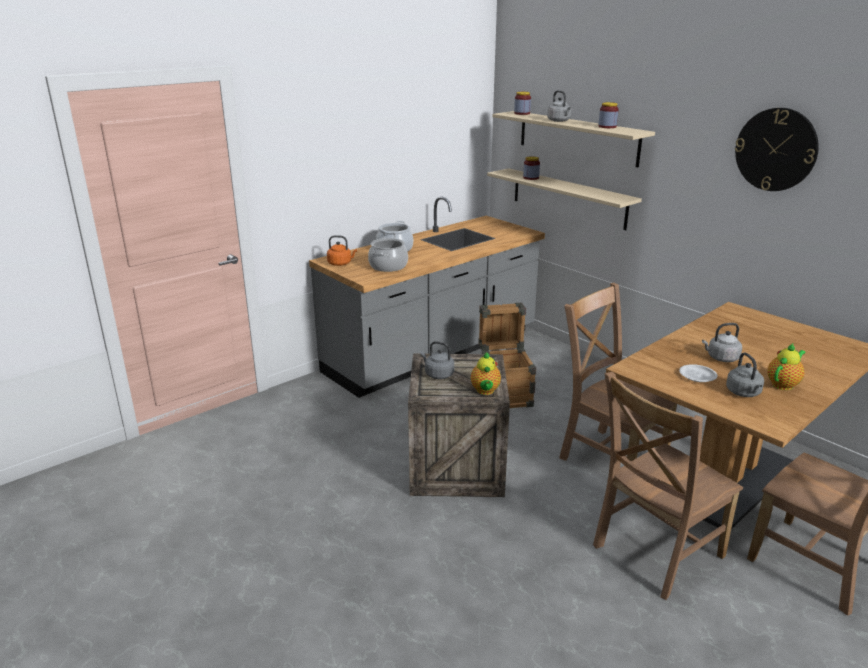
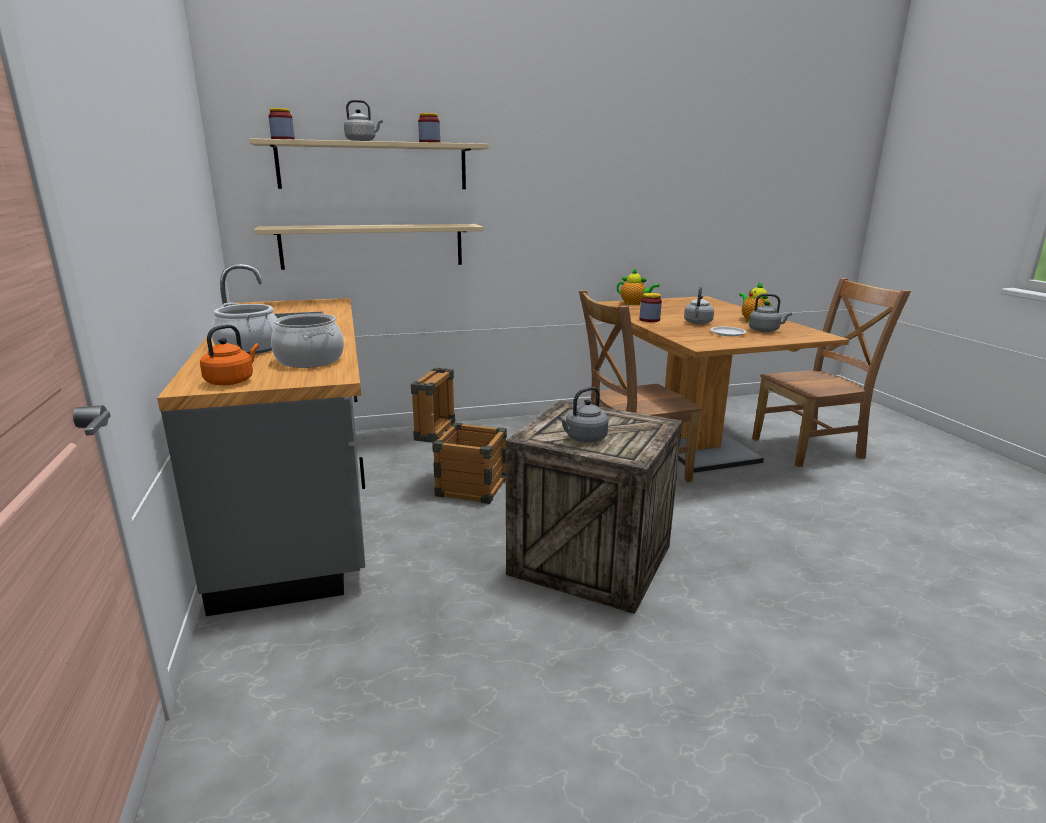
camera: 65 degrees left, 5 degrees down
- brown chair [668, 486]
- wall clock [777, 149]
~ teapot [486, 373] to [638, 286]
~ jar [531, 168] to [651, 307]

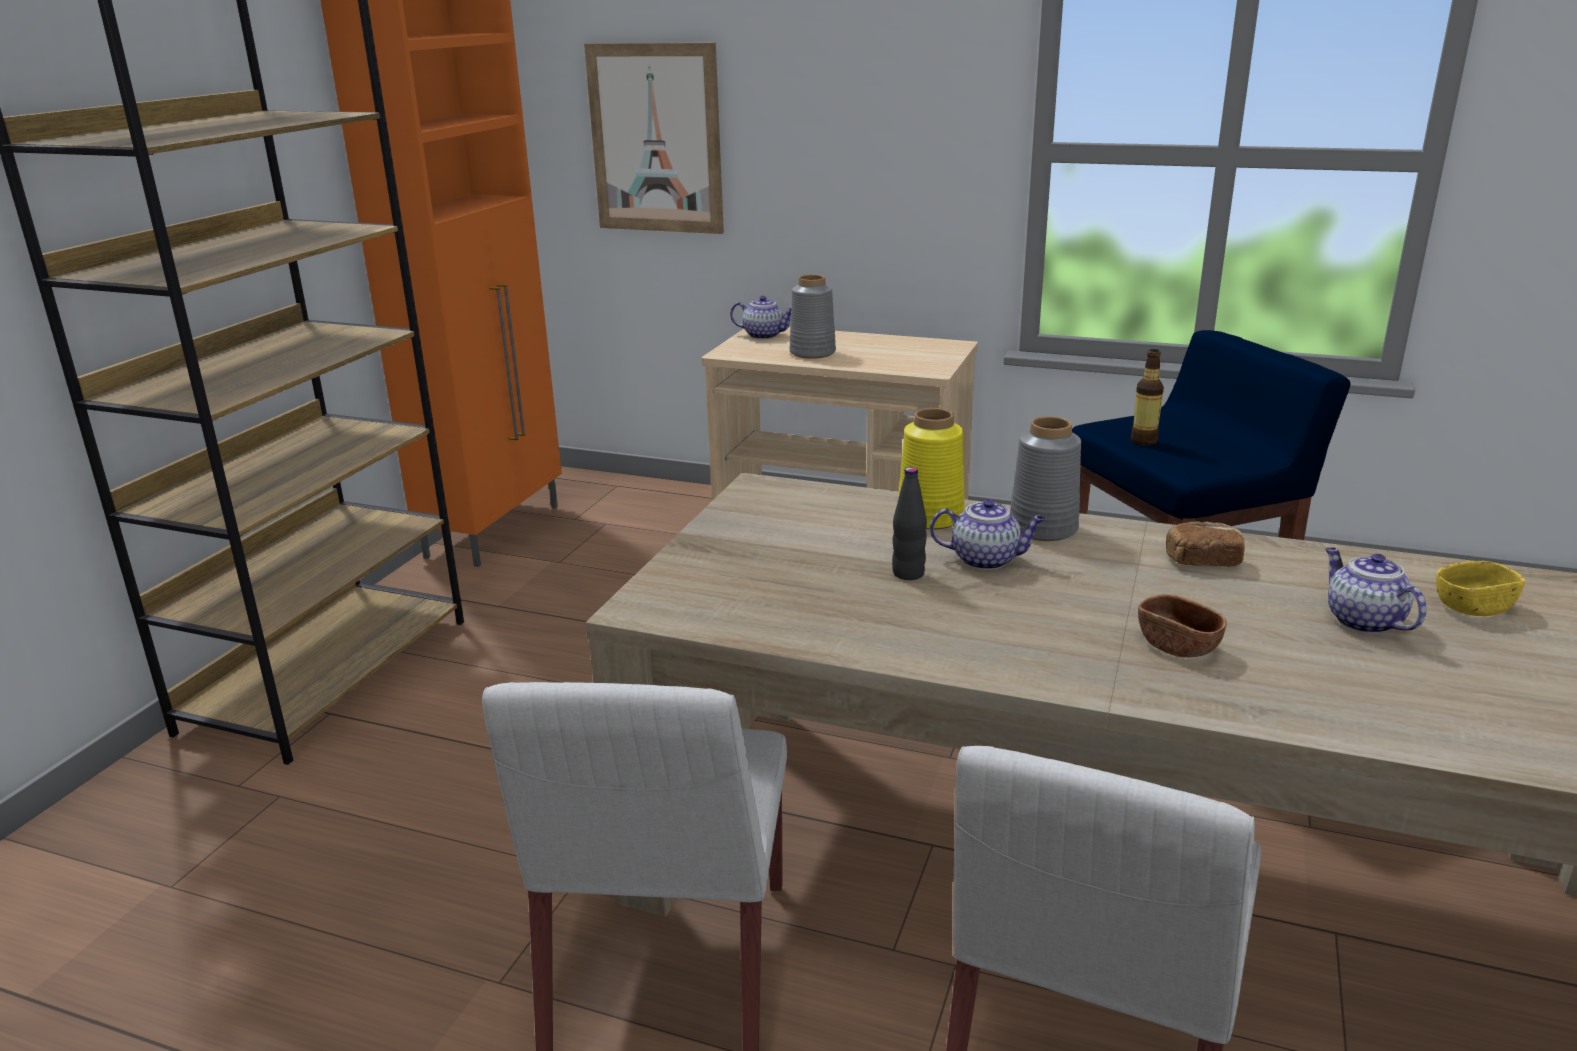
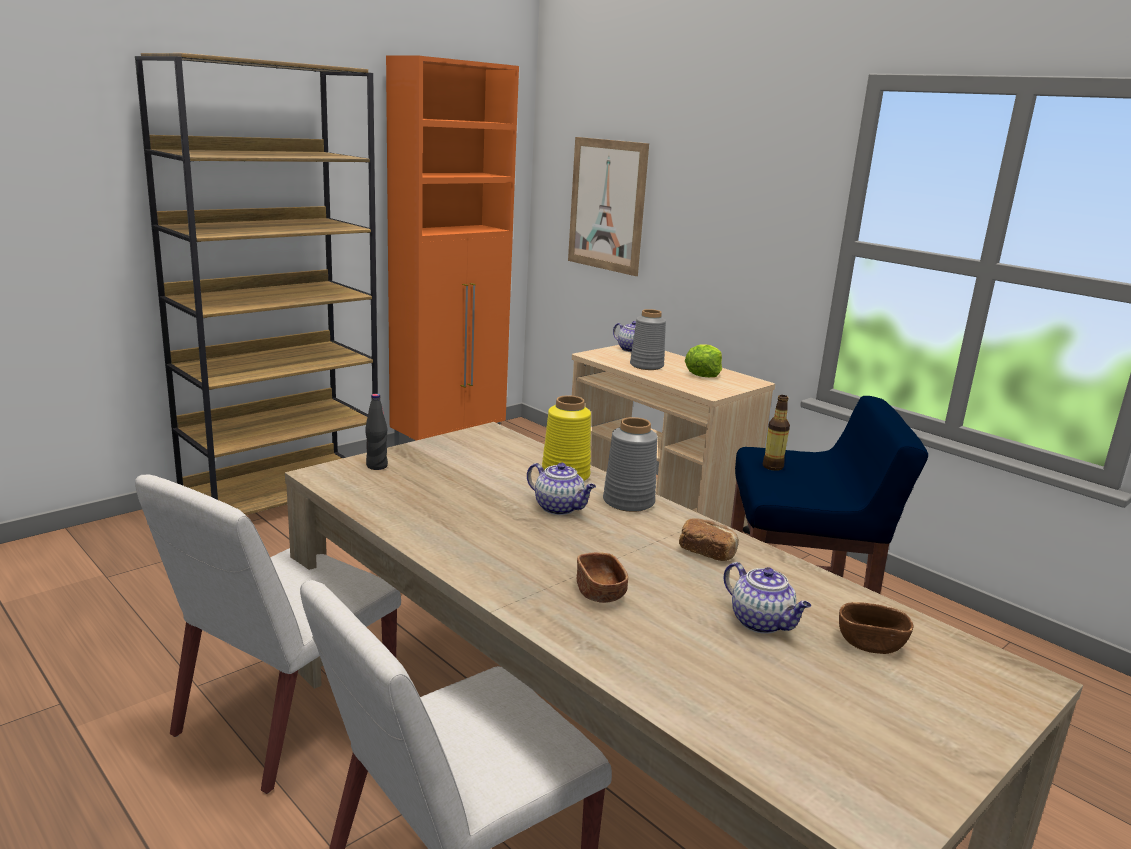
camera: 25 degrees right, 5 degrees down
+ lettuce [703, 360]
~ black bottle [909, 523] to [376, 432]
~ yellow bowl [1480, 588] to brown bowl [876, 628]
~ teapot [1376, 590] = [767, 598] 135 degrees clockwise

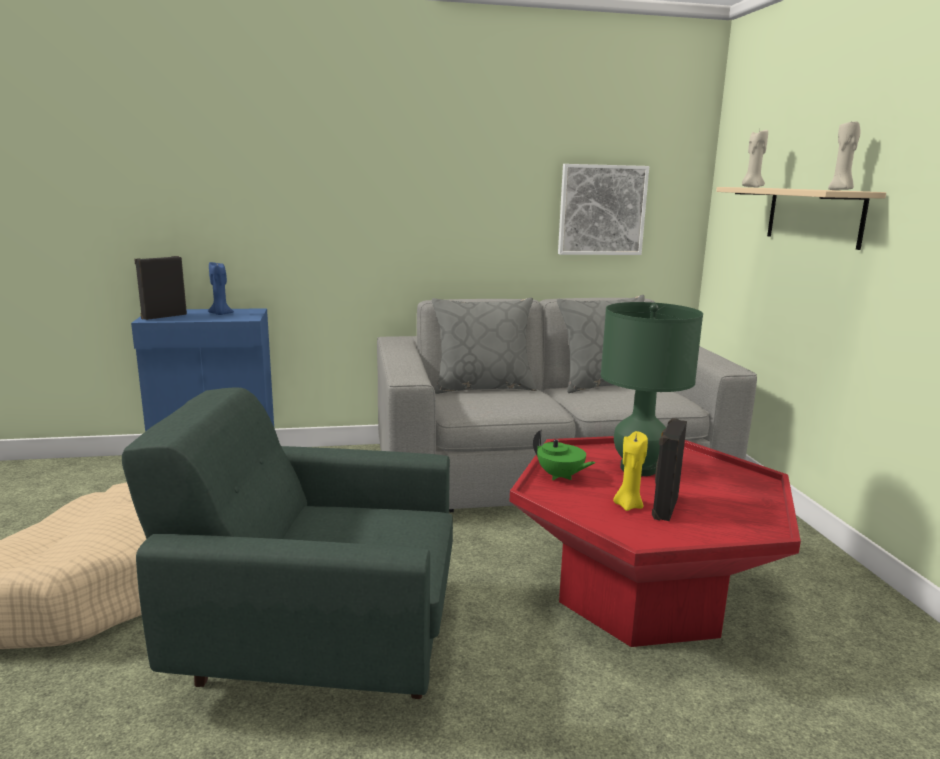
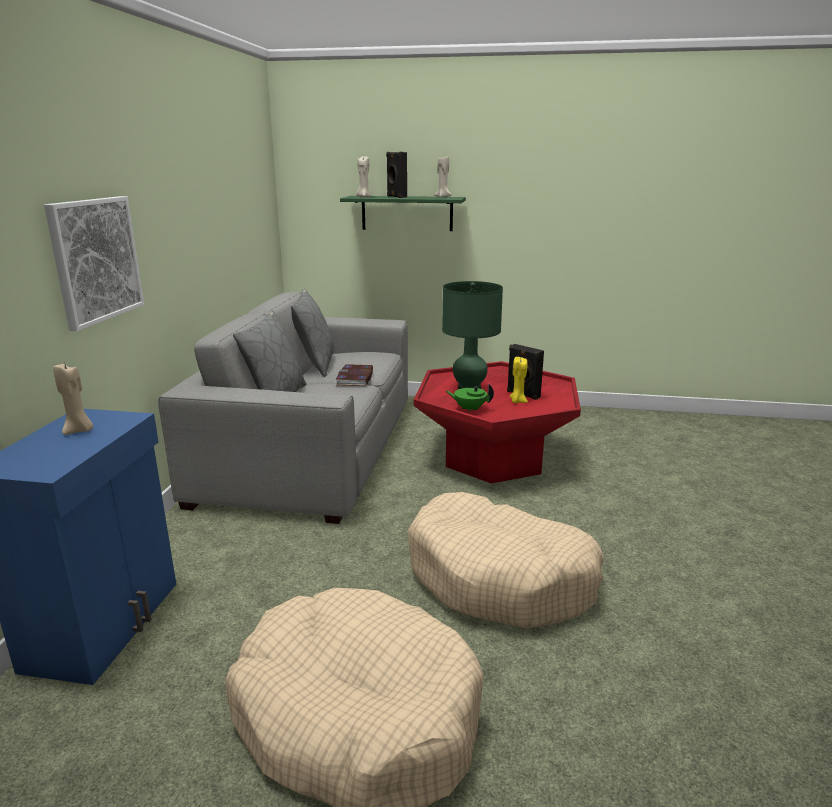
camera: 70 degrees left, 5 degrees up
+ book [354, 375]
~ black speaker [160, 288] to [396, 175]
~ picture [603, 209] to [94, 263]
~ green armchair [287, 543] to beige dog bed [506, 560]
~ blue candle [221, 288] to beige candle [73, 399]
~ beige shelf [801, 218] to green shelf [403, 213]
~ green teapot [564, 455] = [470, 398] 135 degrees counterclockwise

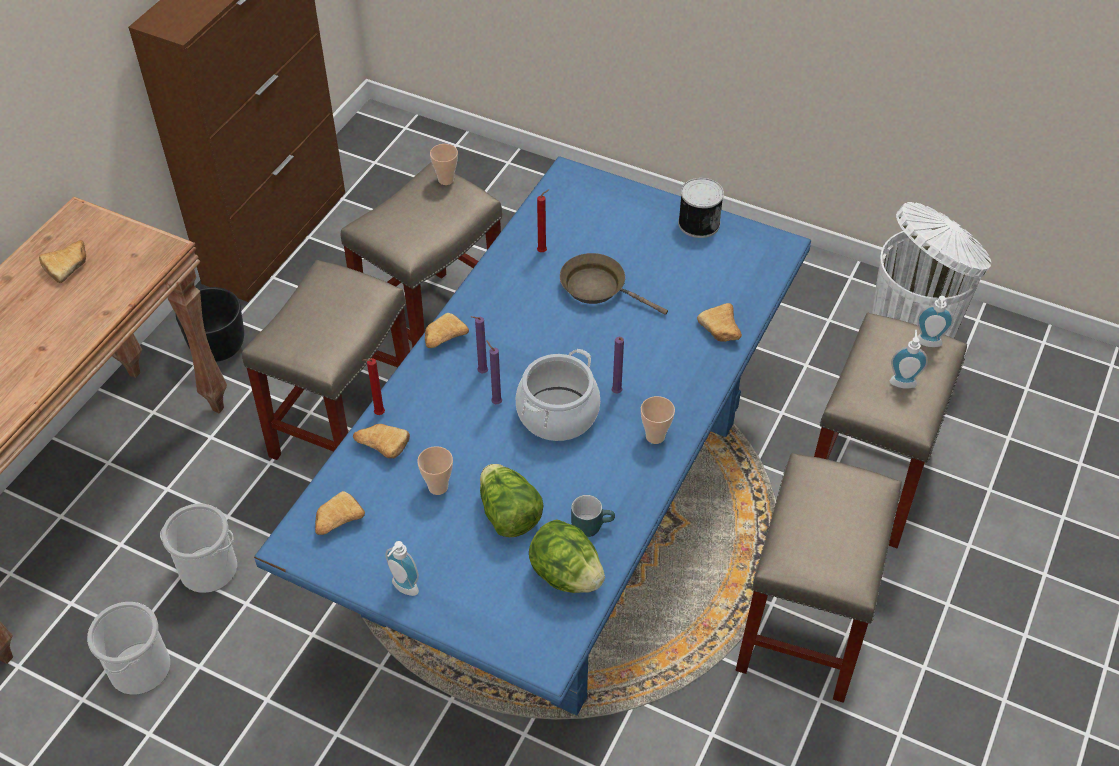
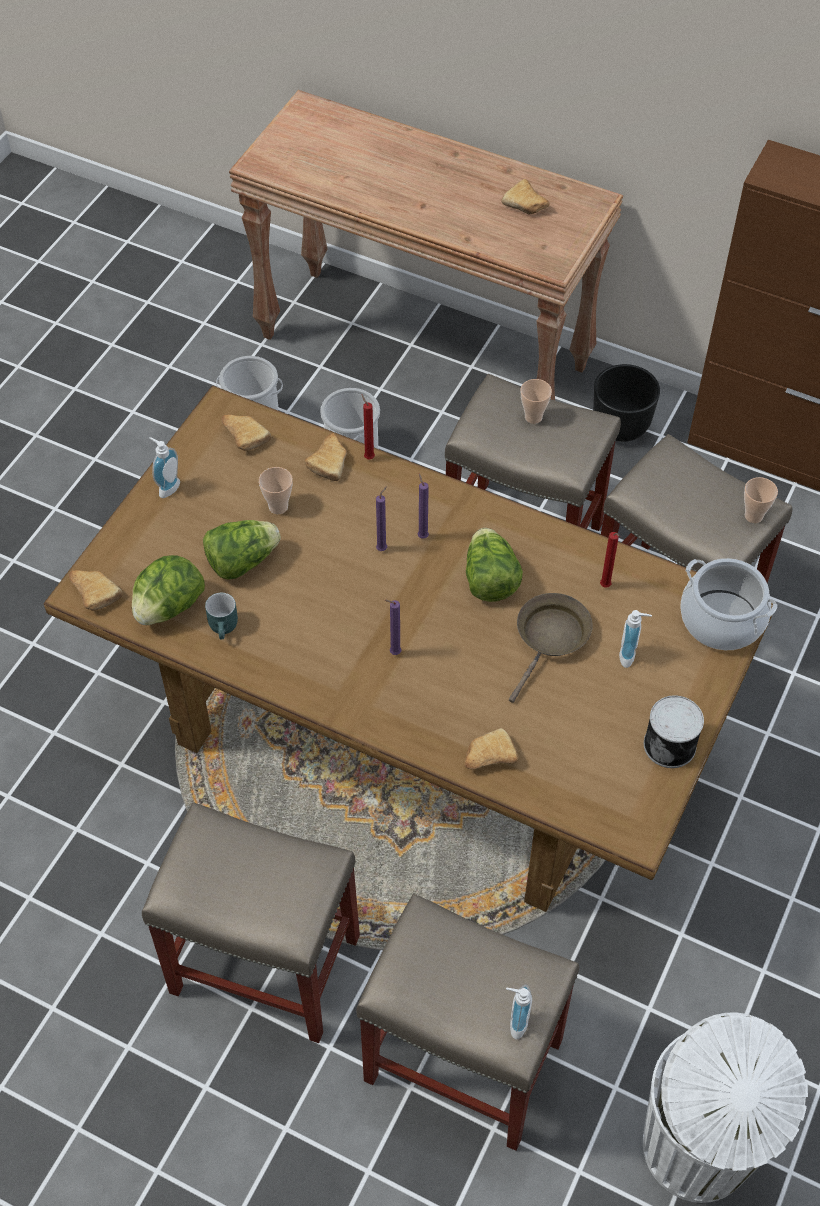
camera: 90 degrees right, 5 degrees up
+ lettuce [494, 565]
~ bread [447, 330] to [96, 590]
~ cooking pot [558, 395] to [728, 604]
~ cup [658, 420] to [536, 401]
~ soap dispenser [908, 359] to [635, 639]
~ blue dining table [532, 435] to brown dining table [408, 649]

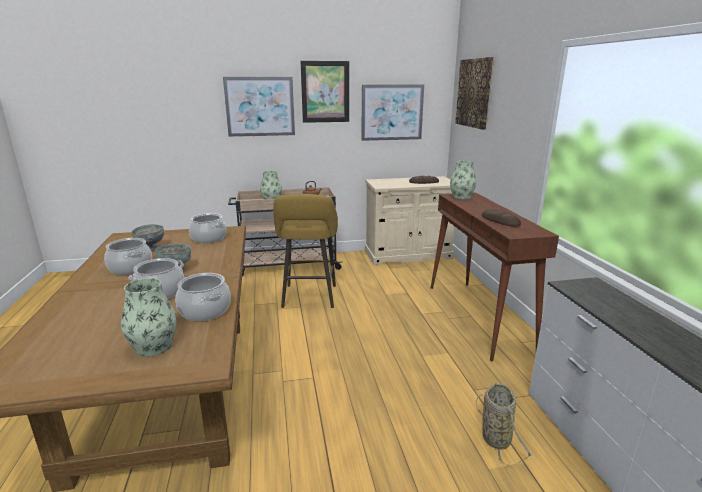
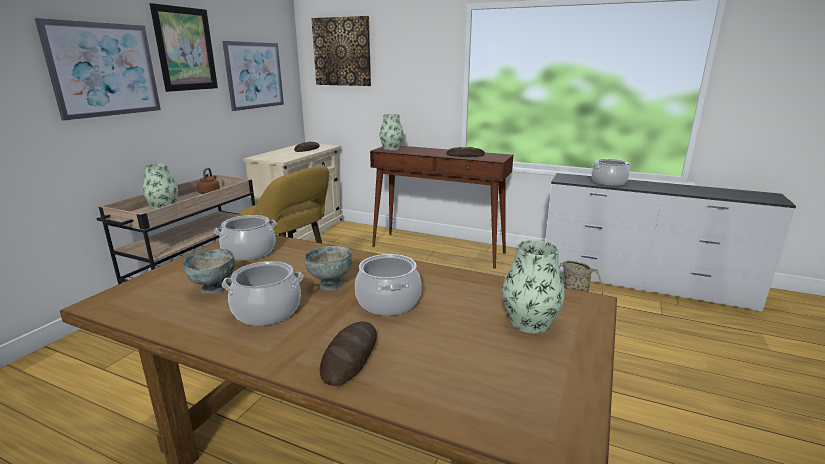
camera: 55 degrees left, 0 degrees up
+ bread [348, 353]
~ cooking pot [203, 297] to [611, 172]

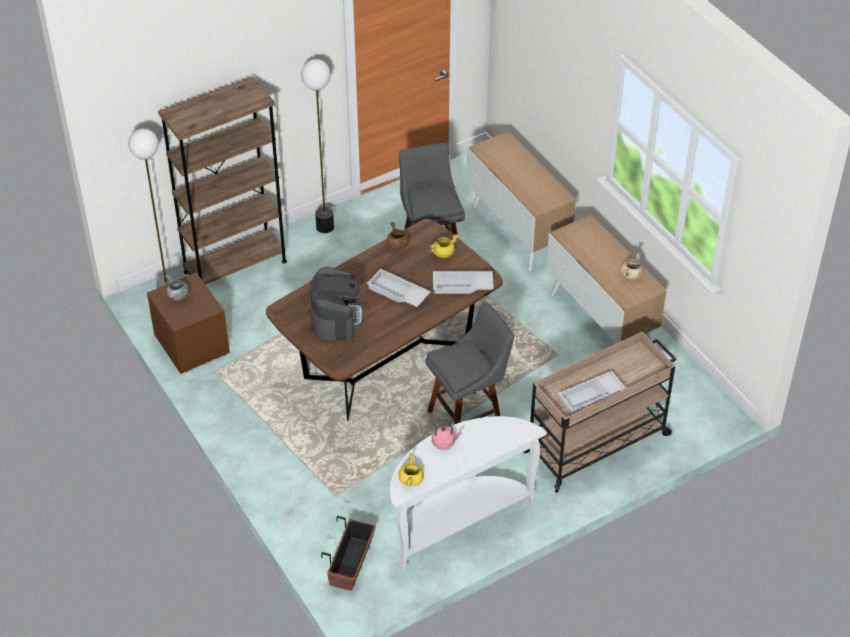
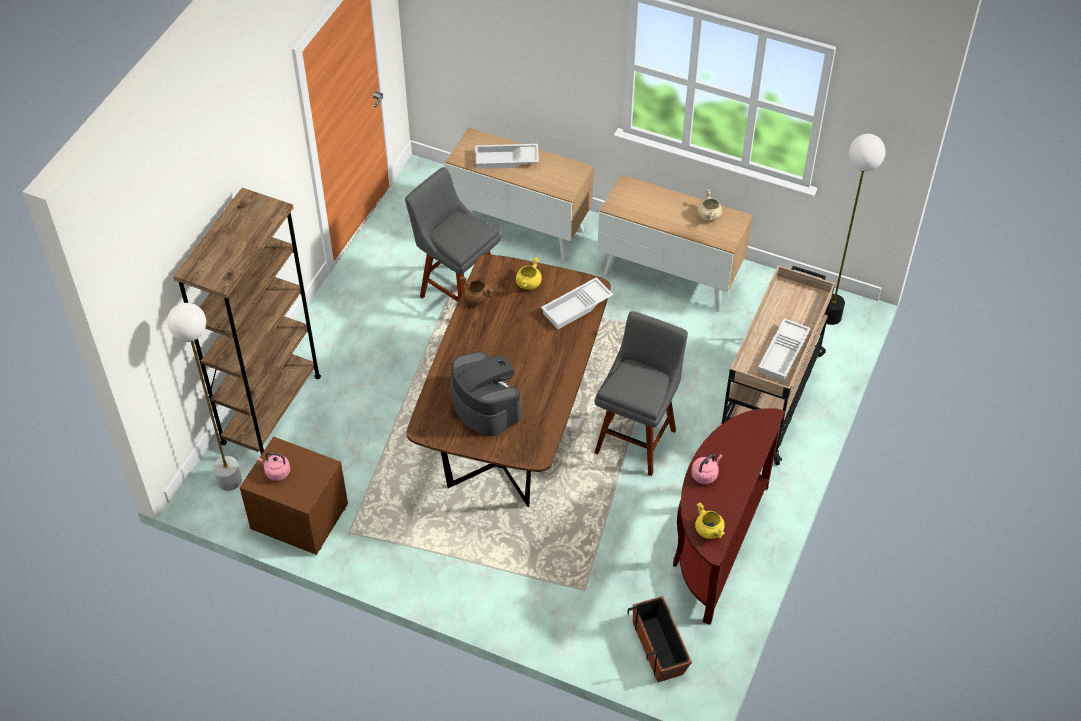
camera: 35 degrees left, 5 degrees up
~ floor lamp [317, 146] to [855, 229]
~ white tray [399, 287] to [507, 156]
~ grey cooking pot [177, 287] to pink kettle [273, 466]
~ white console table [468, 493] to brown console table [729, 516]

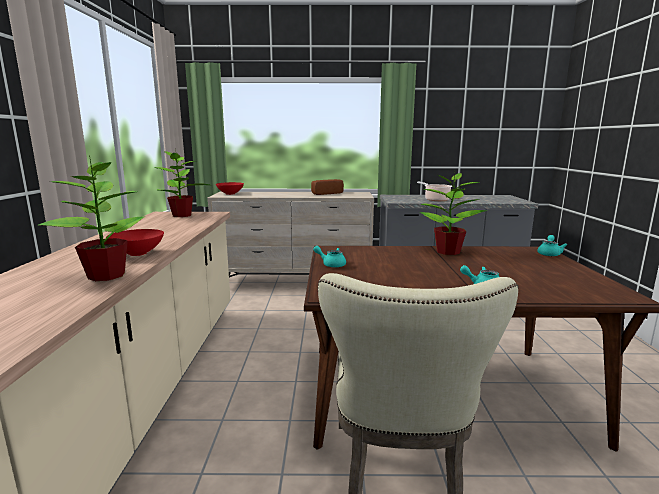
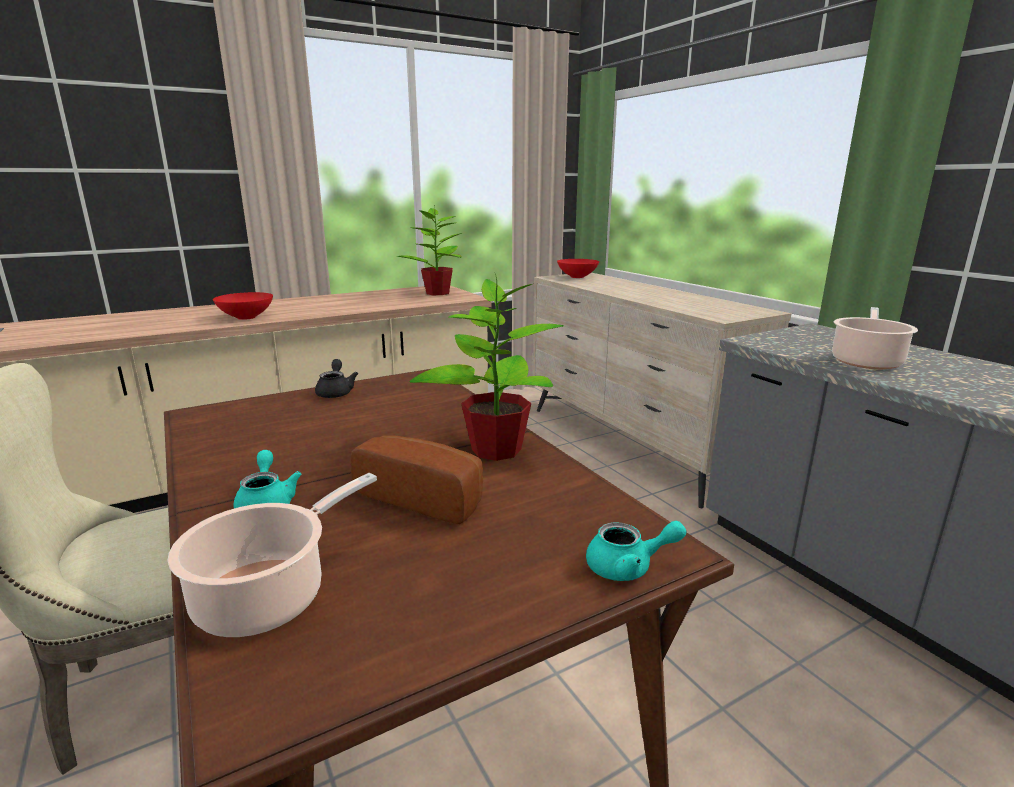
camera: 60 degrees right, 5 degrees up
- potted plant [91, 218]
+ cooking pot [272, 555]
~ bread [327, 187] to [416, 480]
~ turquoise teapot [329, 257] to black teapot [336, 378]

